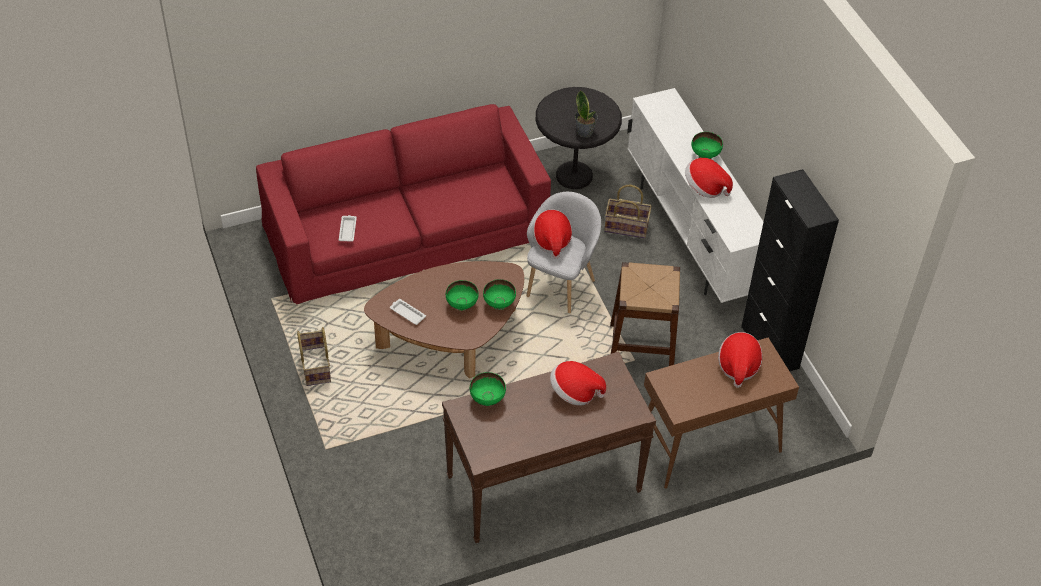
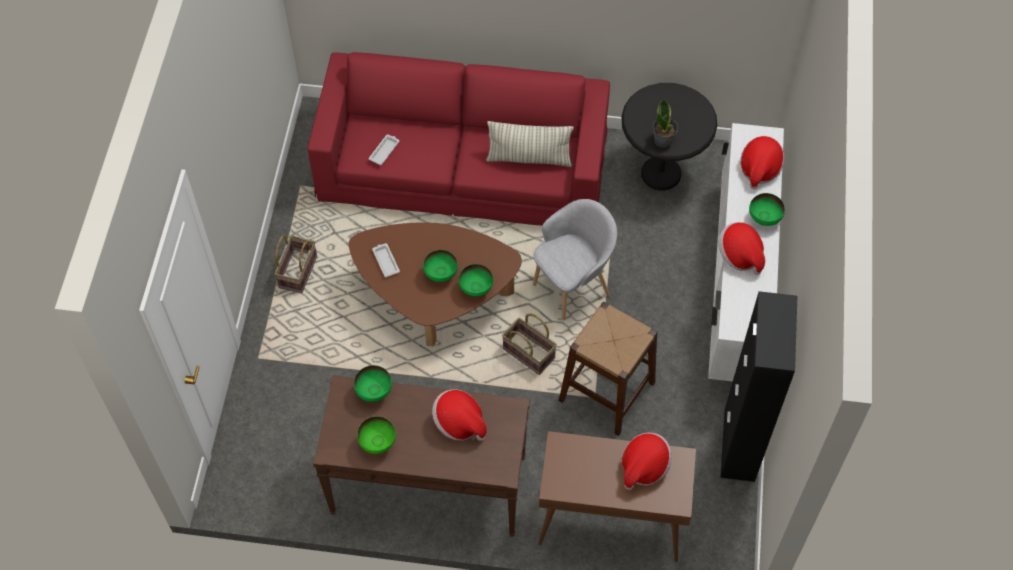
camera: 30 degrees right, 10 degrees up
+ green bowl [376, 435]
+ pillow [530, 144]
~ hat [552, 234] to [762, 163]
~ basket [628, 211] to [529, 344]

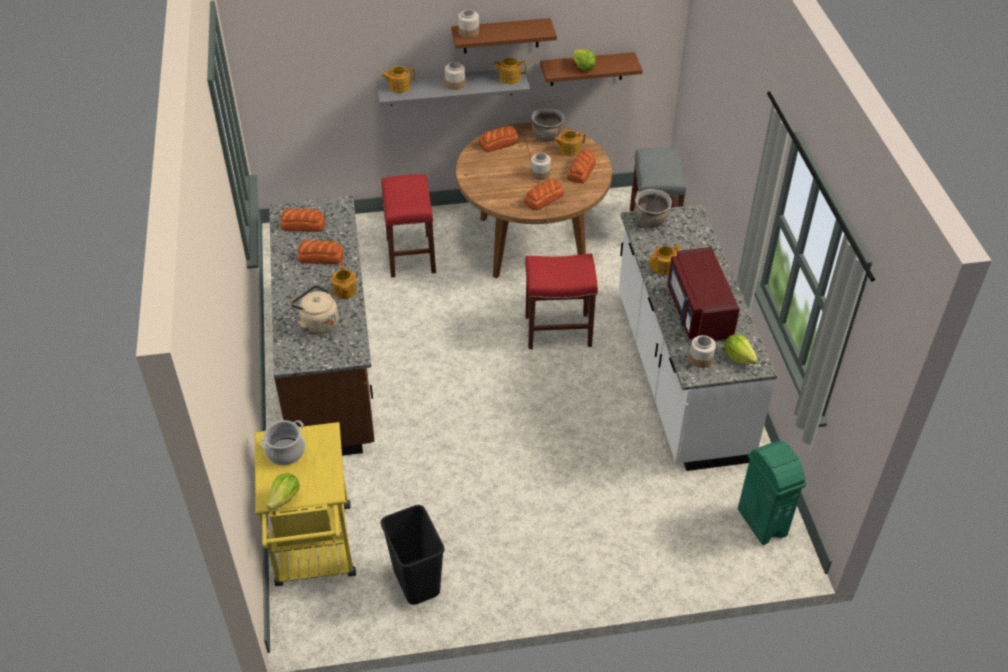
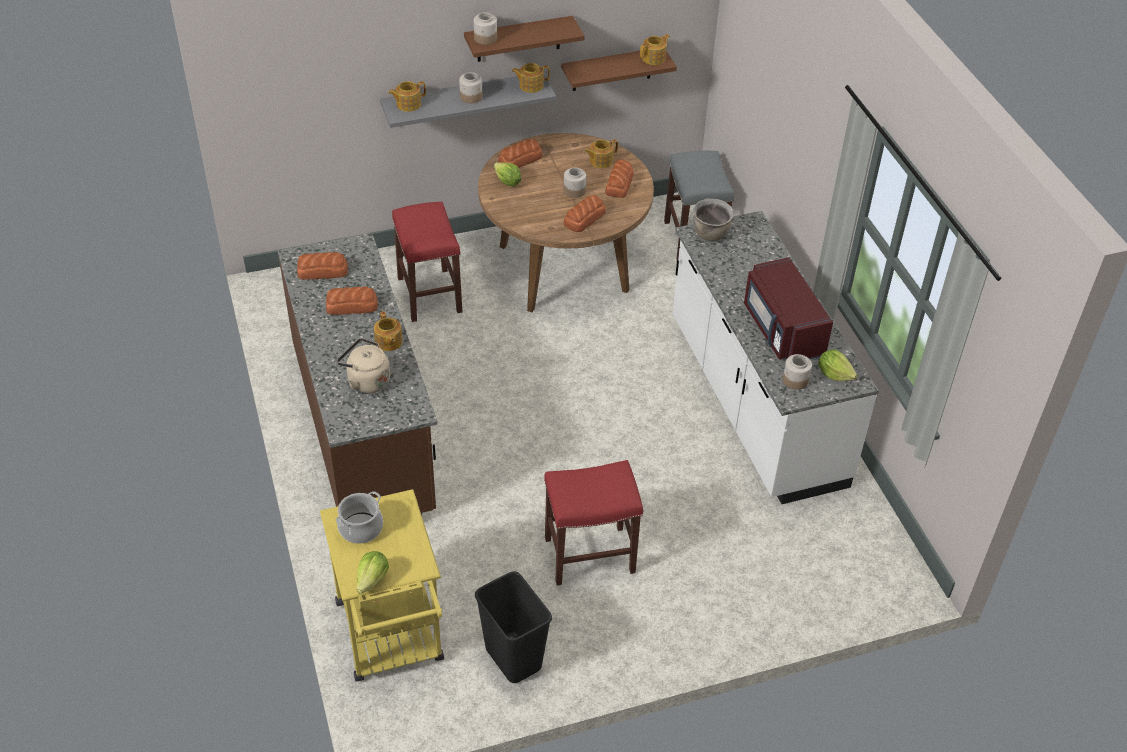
camera: 10 degrees left, 0 degrees up
- brown cooking pot [548, 125]
- green trash can [772, 493]
~ red stool [561, 301] to [593, 523]
~ lettuce [584, 60] to [507, 174]
~ teapot [665, 260] to [655, 49]

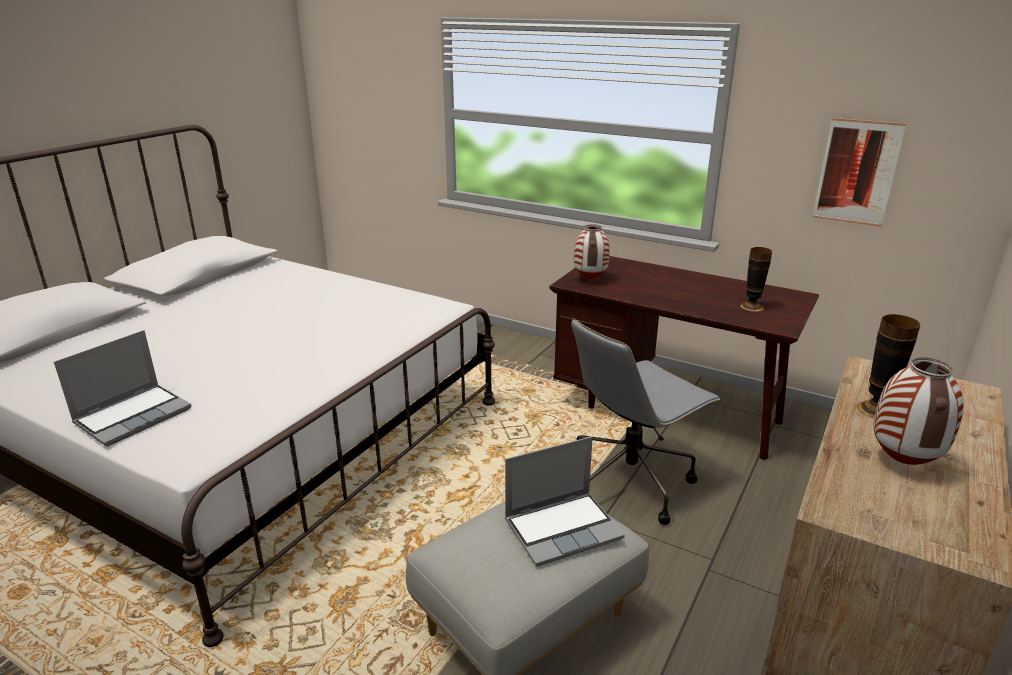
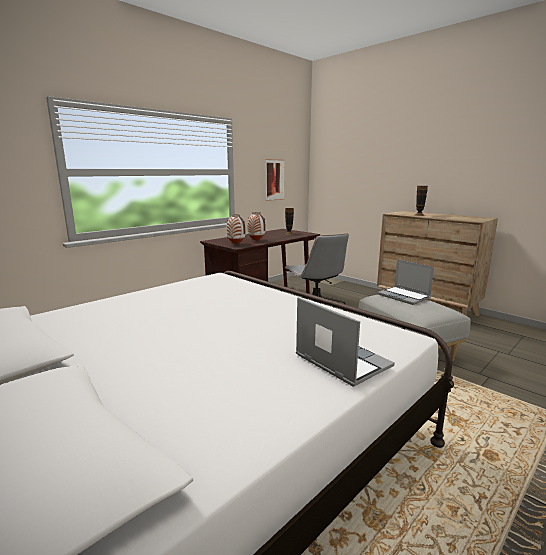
camera: 75 degrees left, 10 degrees down
~ vase [918, 411] to [256, 226]
~ laptop [565, 501] = [406, 282] 150 degrees clockwise

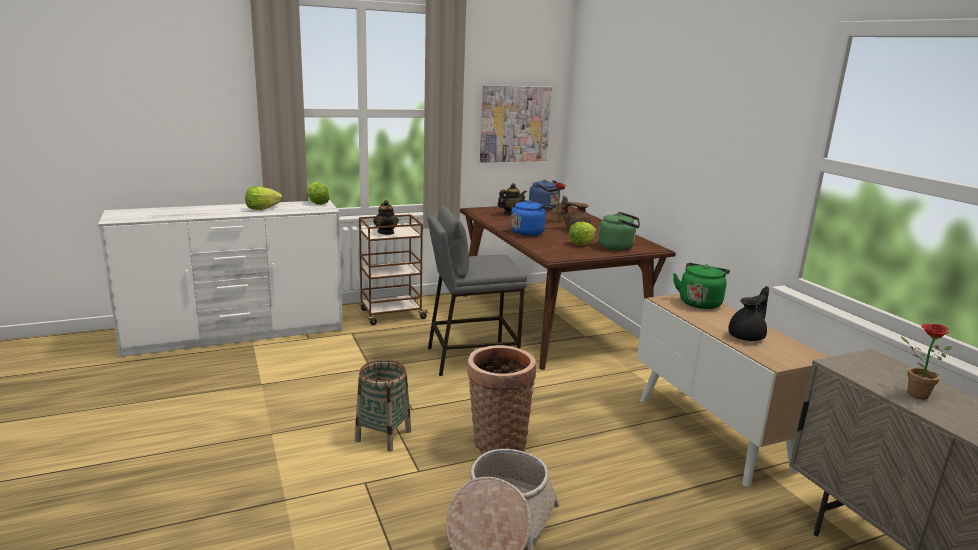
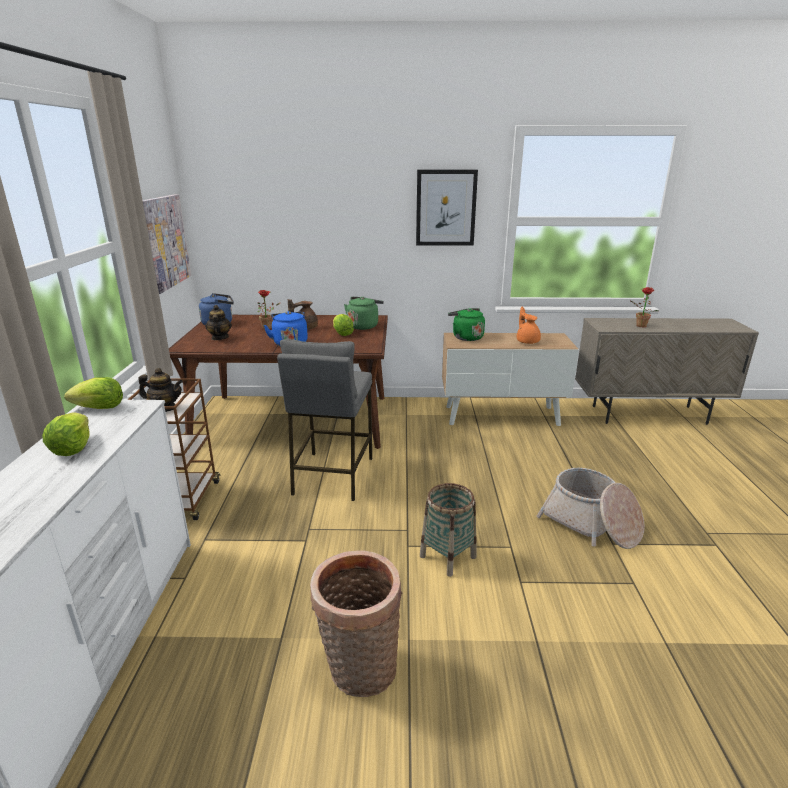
camera: 65 degrees left, 5 degrees up
+ picture [447, 208]
~ basket [501, 399] to [356, 624]
~ black teapot [749, 313] to orange teapot [529, 325]

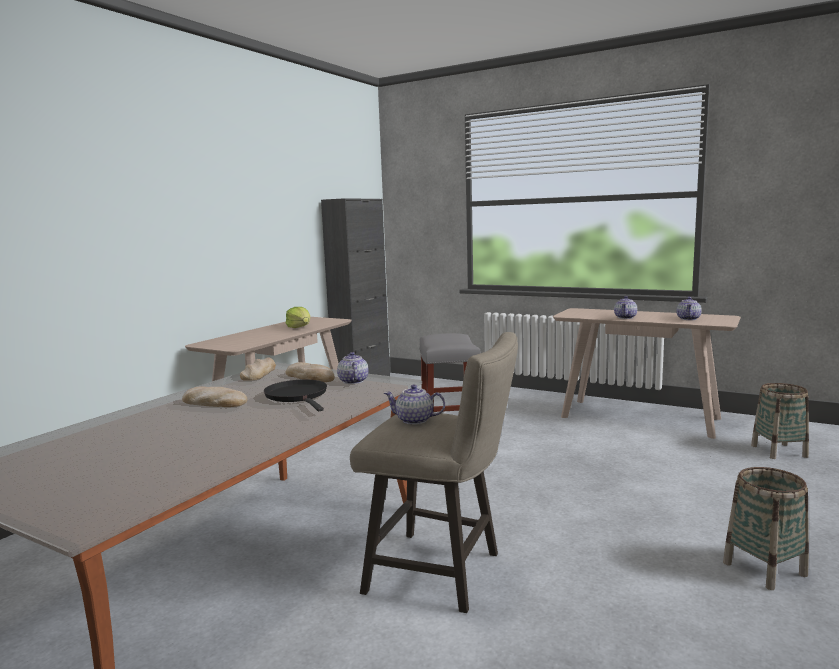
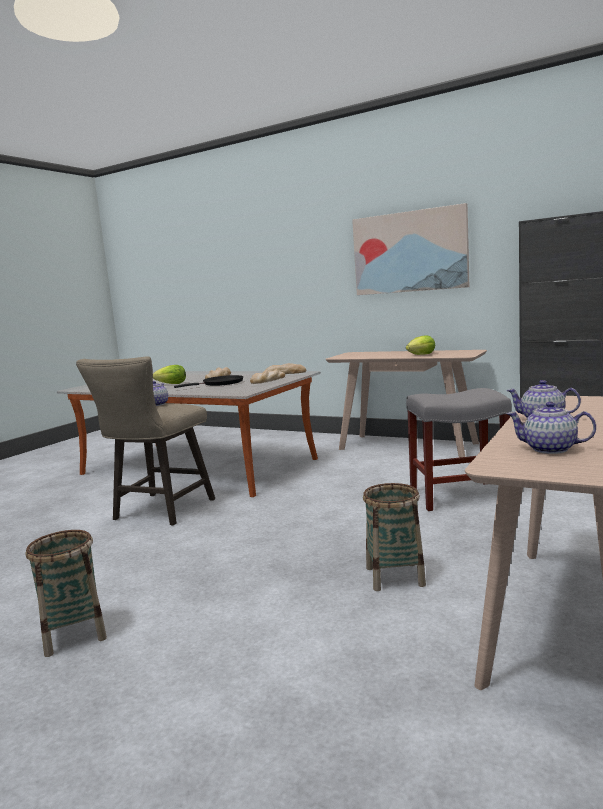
camera: 90 degrees right, 0 degrees up
- teapot [352, 368]
+ lettuce [169, 374]
+ picture [410, 249]
~ basket [780, 421] to [394, 537]

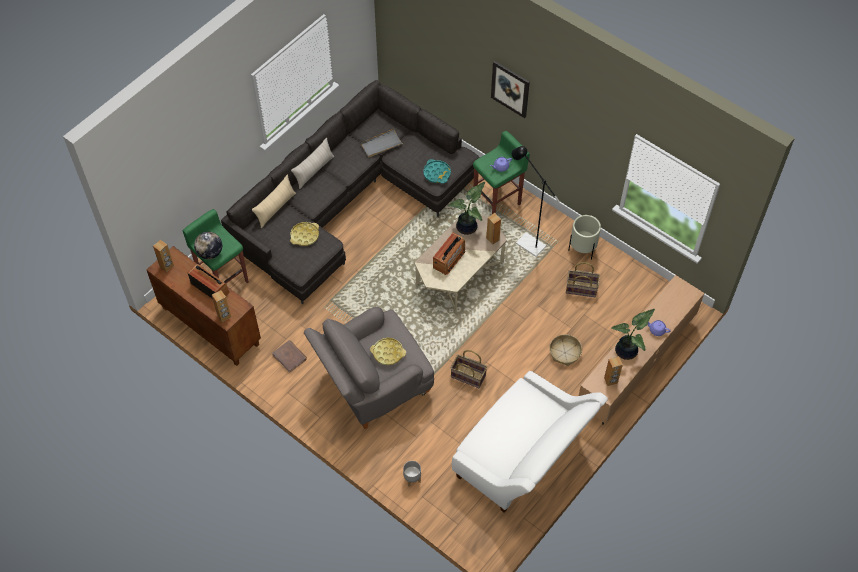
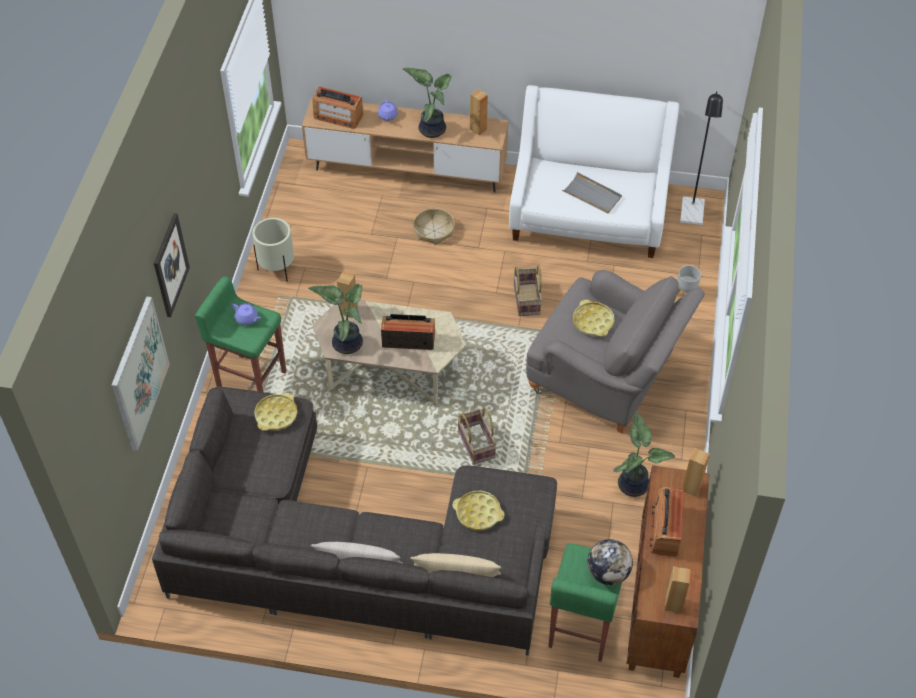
camera: 120 degrees left, 5 degrees down
+ picture [140, 373]
+ radio [337, 107]
~ grey tray [381, 143] to [592, 192]
~ black floor lamp [535, 201] to [701, 158]
~ basket [583, 279] to [477, 436]
~ brown book [289, 356] to potted plant [644, 454]
~ turquoise tray [437, 171] to yellow tray [275, 412]

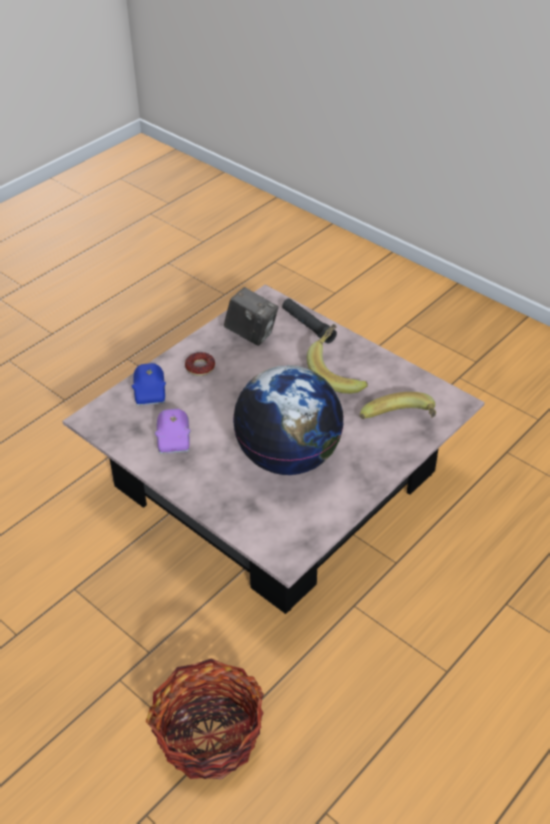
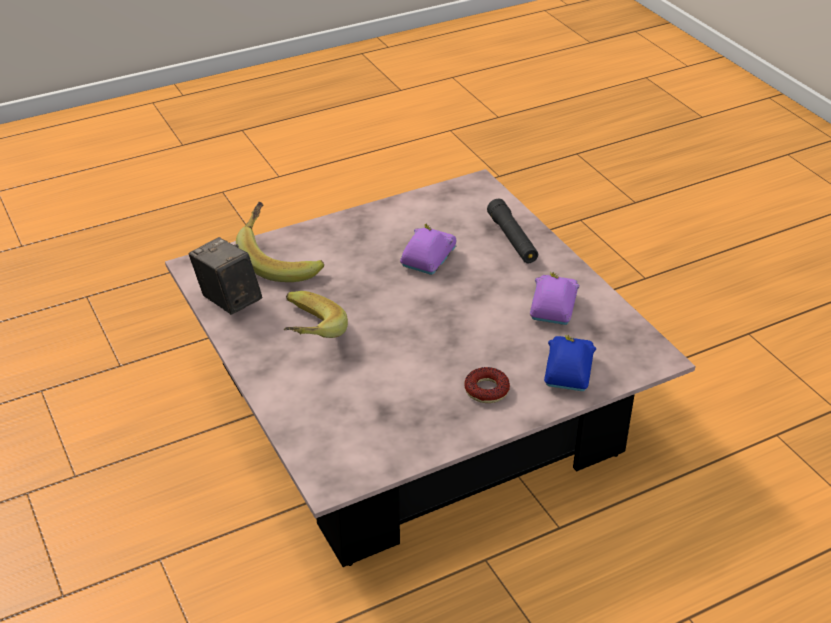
camera: 160 degrees left, 5 degrees down
- basket [205, 719]
~ photo camera [251, 316] to [225, 276]
~ black flashlight [309, 321] to [512, 231]
~ globe [288, 420] to purple toy car [428, 249]

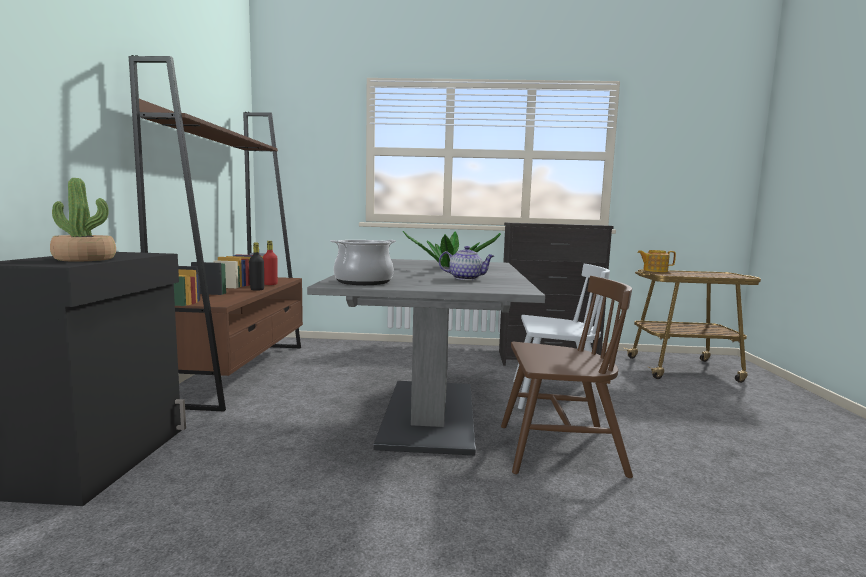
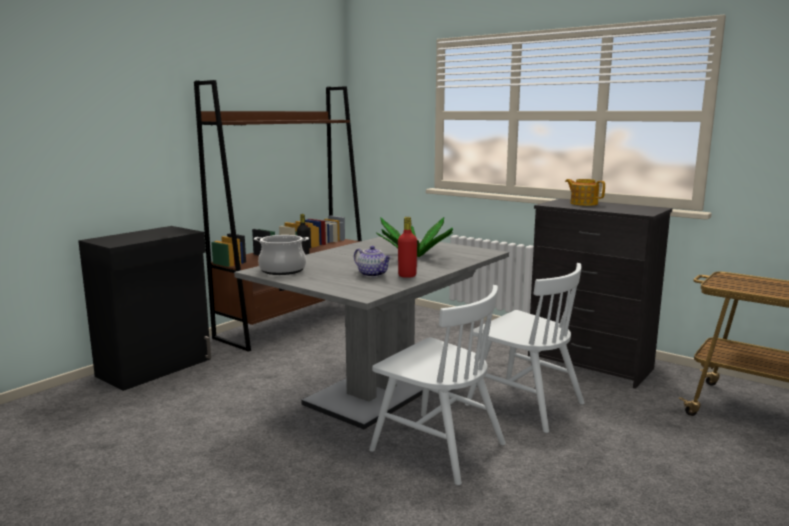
camera: 35 degrees right, 5 degrees up
- potted plant [83, 219]
~ red bottle [270, 263] to [407, 247]
~ teapot [656, 261] to [585, 192]
~ brown chair [567, 377] to white chair [437, 385]

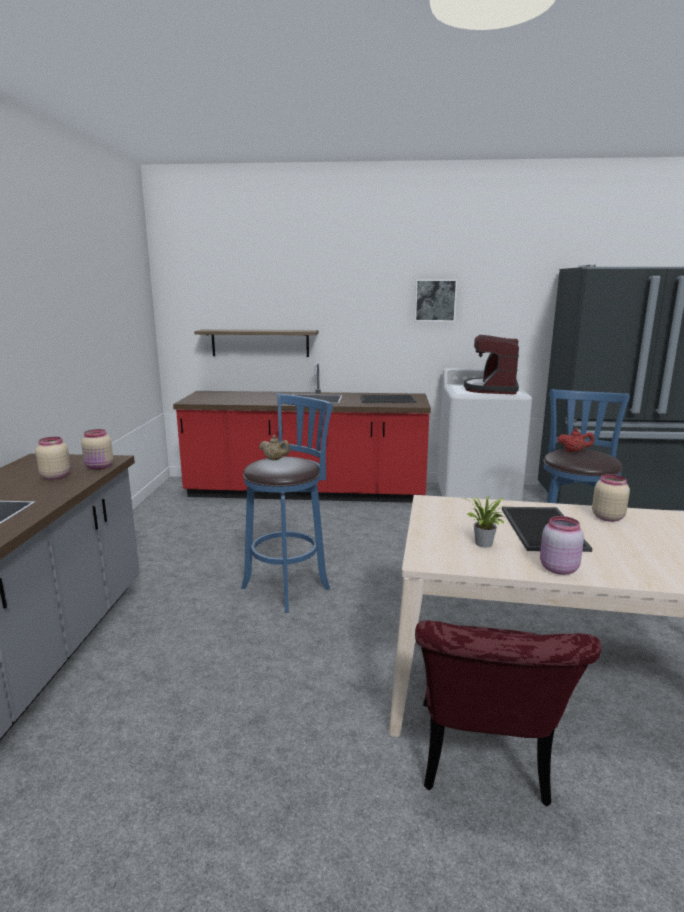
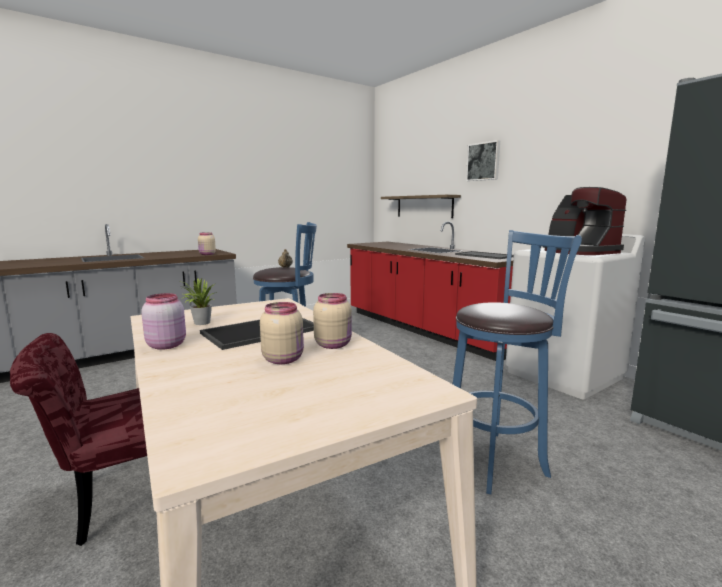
camera: 50 degrees right, 5 degrees down
- red teapot [576, 440]
~ beige jar [53, 458] to [282, 333]
~ picture [435, 300] to [483, 160]
~ coffee machine [491, 364] = [584, 221] 90 degrees counterclockwise

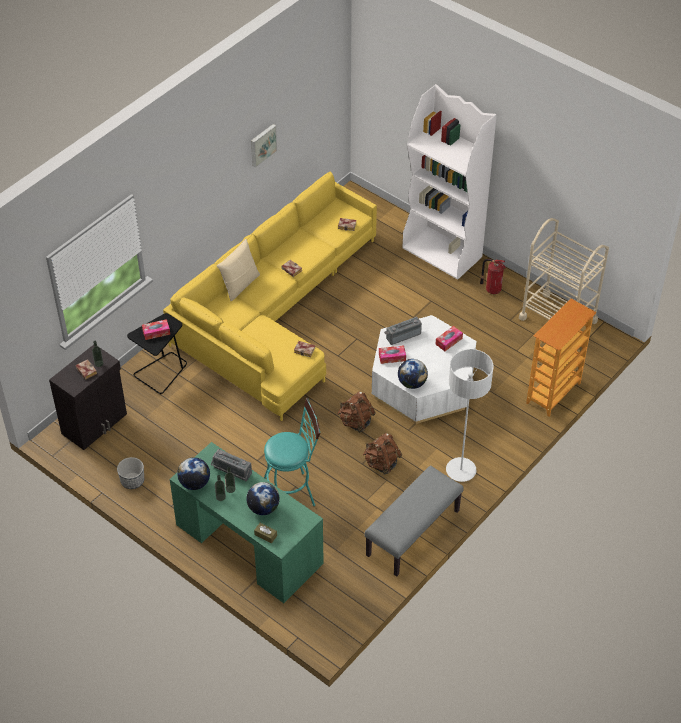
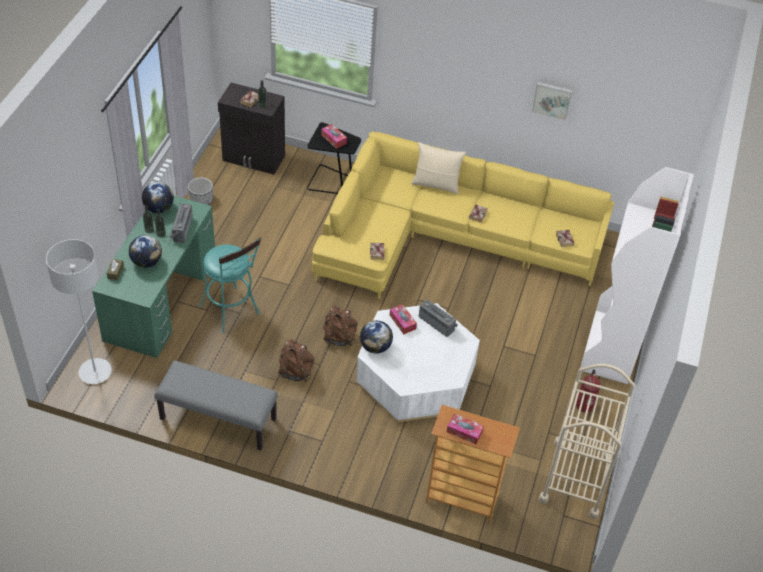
camera: 65 degrees right, 0 degrees up
~ tissue box [449, 338] to [465, 428]
~ grey floor lamp [470, 415] to [79, 311]

